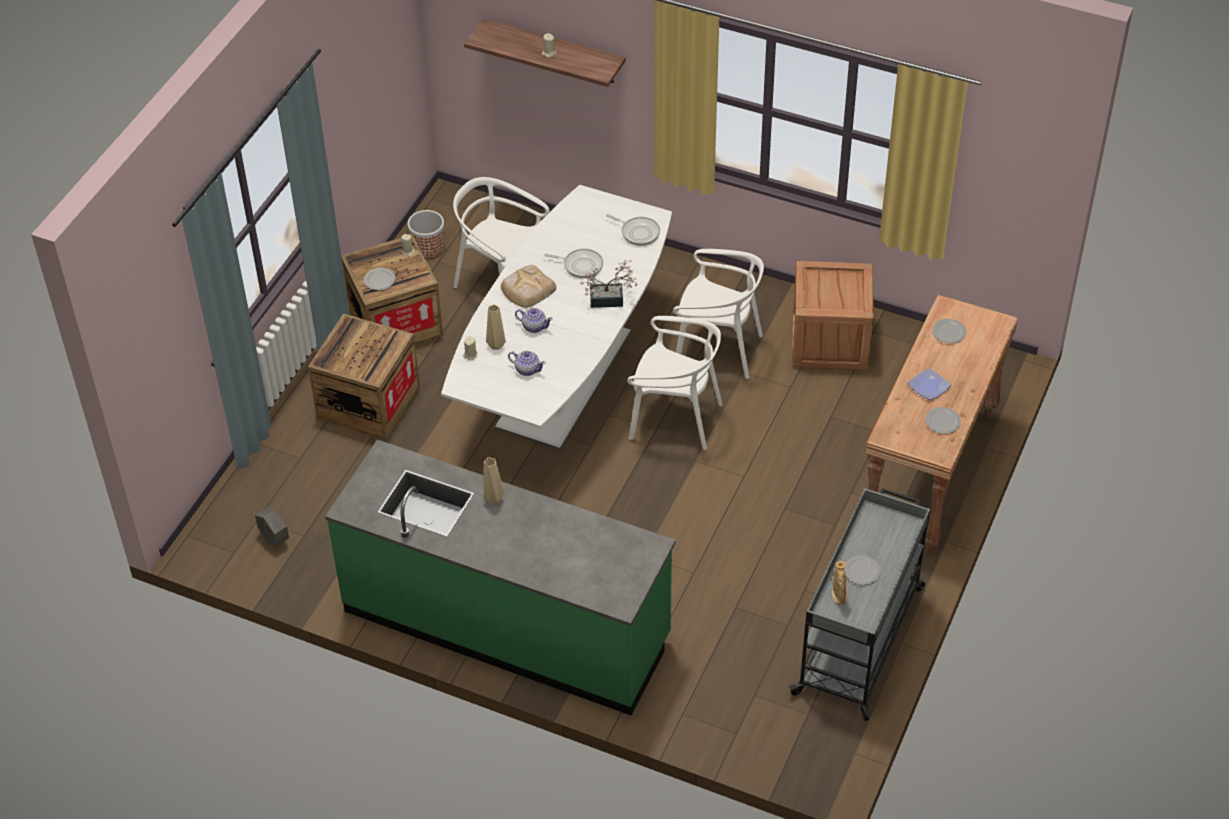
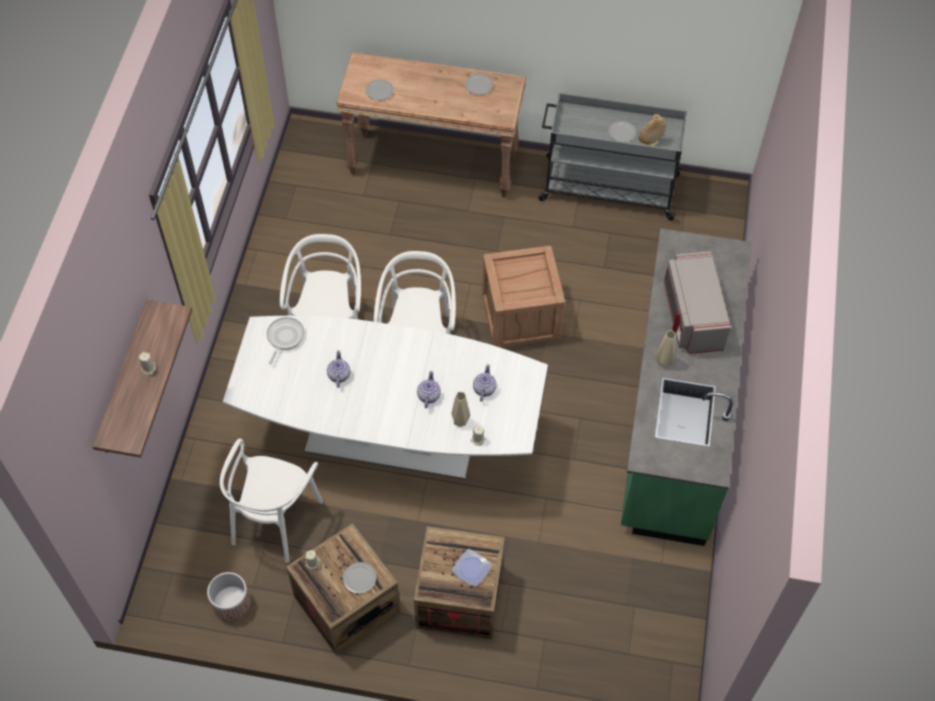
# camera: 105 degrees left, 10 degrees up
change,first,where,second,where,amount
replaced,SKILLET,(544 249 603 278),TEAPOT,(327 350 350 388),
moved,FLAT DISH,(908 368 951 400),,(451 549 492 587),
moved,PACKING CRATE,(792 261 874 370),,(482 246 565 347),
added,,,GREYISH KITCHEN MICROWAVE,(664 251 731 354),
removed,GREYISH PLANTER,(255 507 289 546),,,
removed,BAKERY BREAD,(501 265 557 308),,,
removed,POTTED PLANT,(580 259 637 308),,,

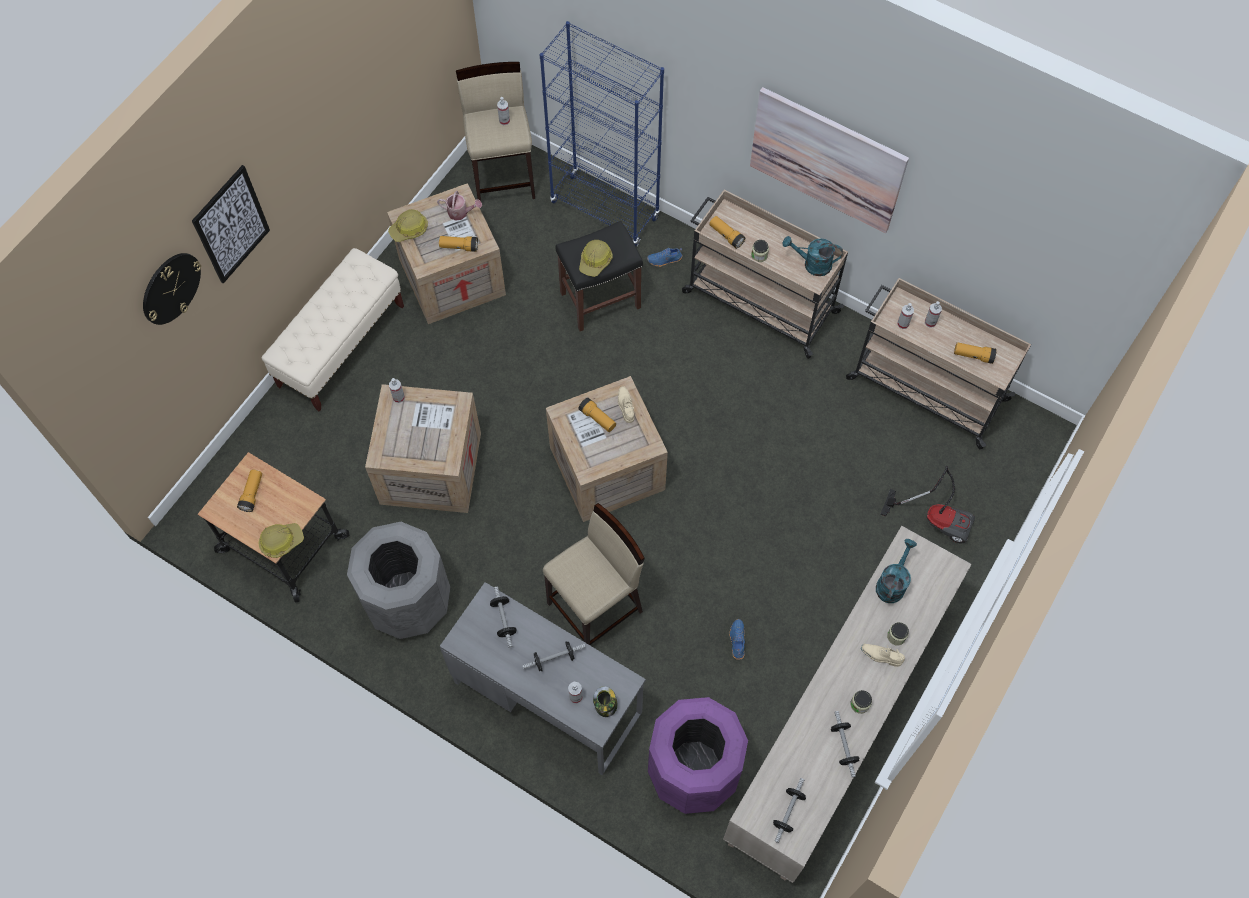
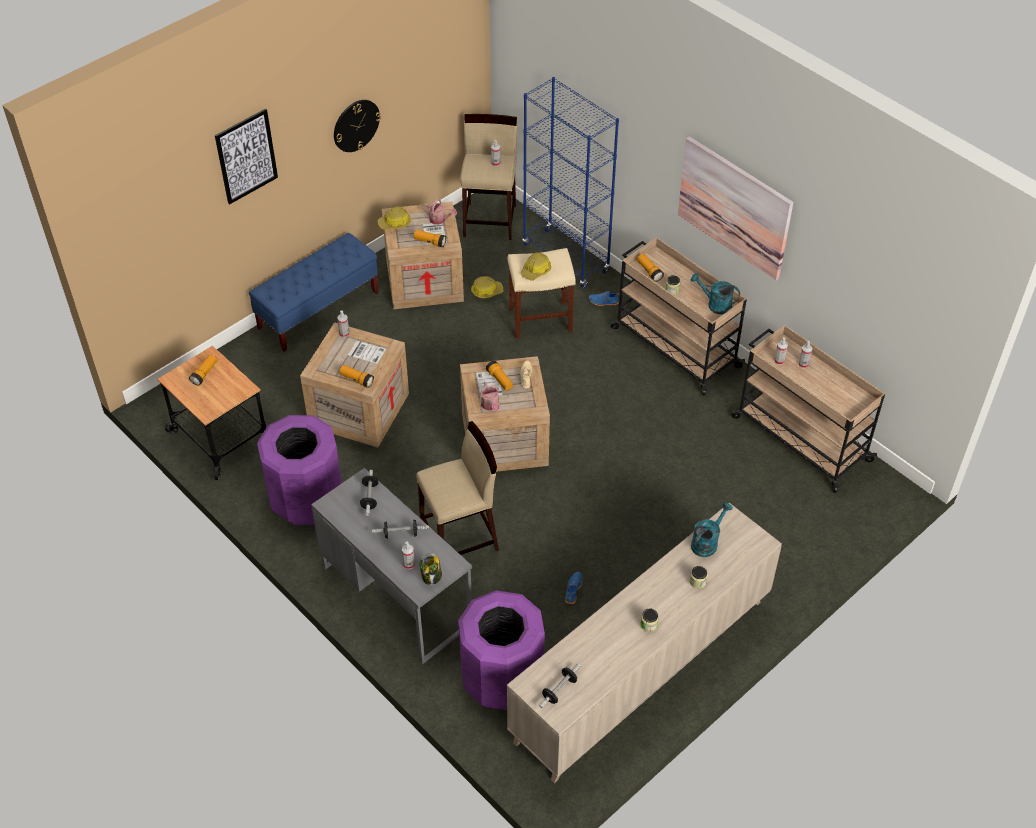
# camera: 15 degrees right, 15 degrees down
change,first,where,second,where,amount
recoloured,BEIGE-COLOURED INDOOR BENCH,(261 248 404 412),BLUISH INDOOR BENCH,(249 233 379 352),
recoloured,GREYISH RUBBISH BIN,(347 522 451 639),PURPLE RUBBISH BIN,(257 415 342 525),
moved,WALL CLOCK,(143 253 201 325),,(334 100 381 152),
moved,TORCH,(954 342 997 364),,(339 365 374 388),
moved,HARD HAT,(258 523 304 558),,(471 276 503 299),
added,,,SPRINKLING CAN,(480 382 500 411),
recoloured,BLACK SITTING STOOL,(556 221 643 331),BEIGE-COLOURED SITTING STOOL,(508 248 576 339),
removed,FREE WEIGHT,(831 711 860 777),,,
removed,BEIGE-COLOURED LOW SHOE,(861 644 905 667),,,
removed,VACUUM CLEANER,(880 466 975 543),,,

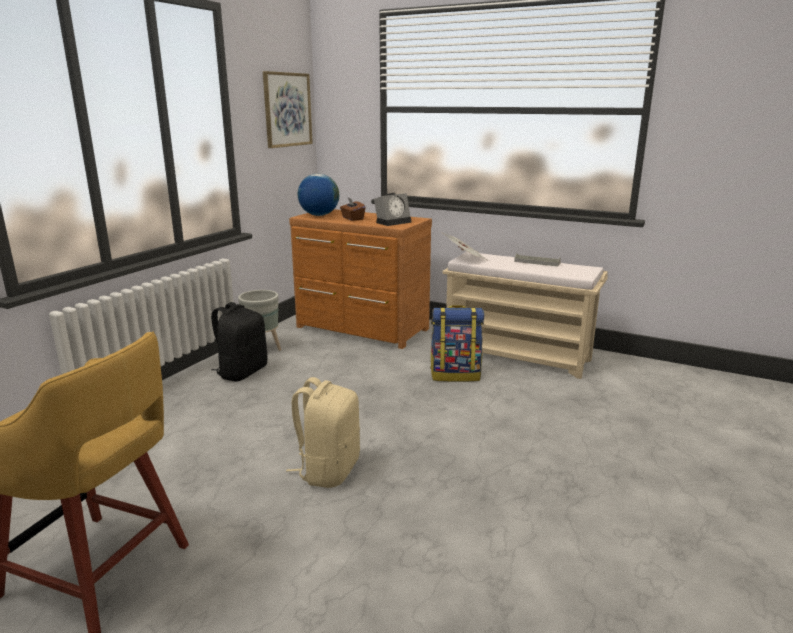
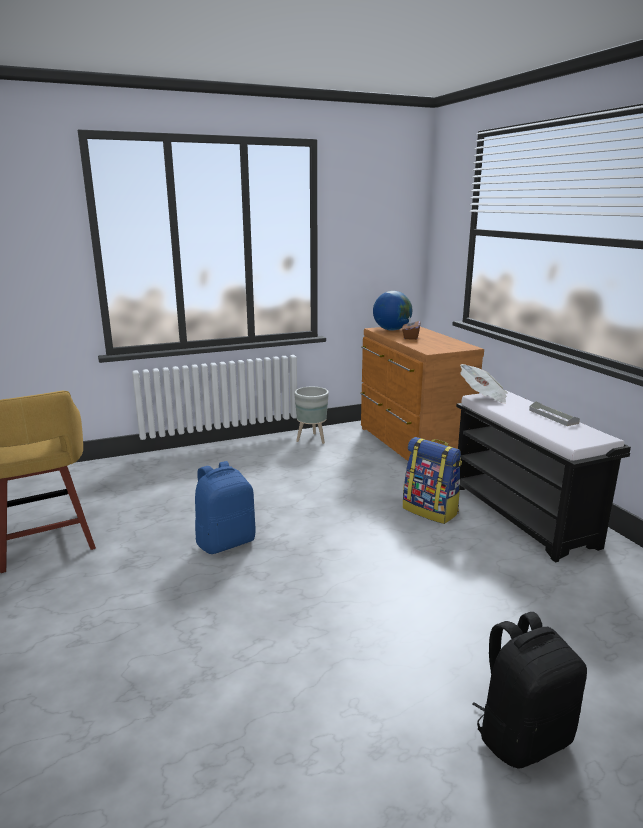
# camera: 40 degrees right, 0 degrees up
change,first,where,second,where,amount
recoloured,BEIGE-COLOURED BACKPACK,(286 377 360 488),BLUISH BACKPACK,(195 461 255 554),
recoloured,BEIGE-COLOURED INDOOR BENCH,(442 252 608 379),BLACK INDOOR BENCH,(456 390 631 562),
moved,BLACK BACKPACK,(211 302 267 381),,(472 612 587 769),
removed,WALL PICTURE,(263 71 313 148),,,
removed,BEDSIDE CLOCK,(374 193 412 226),,,

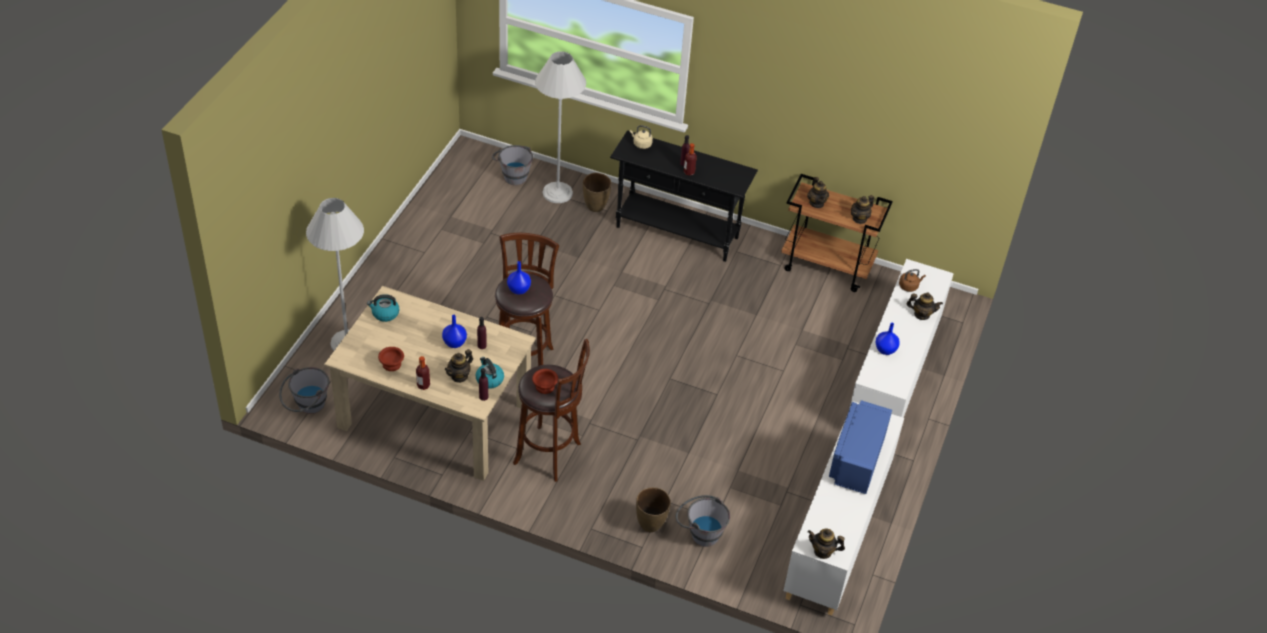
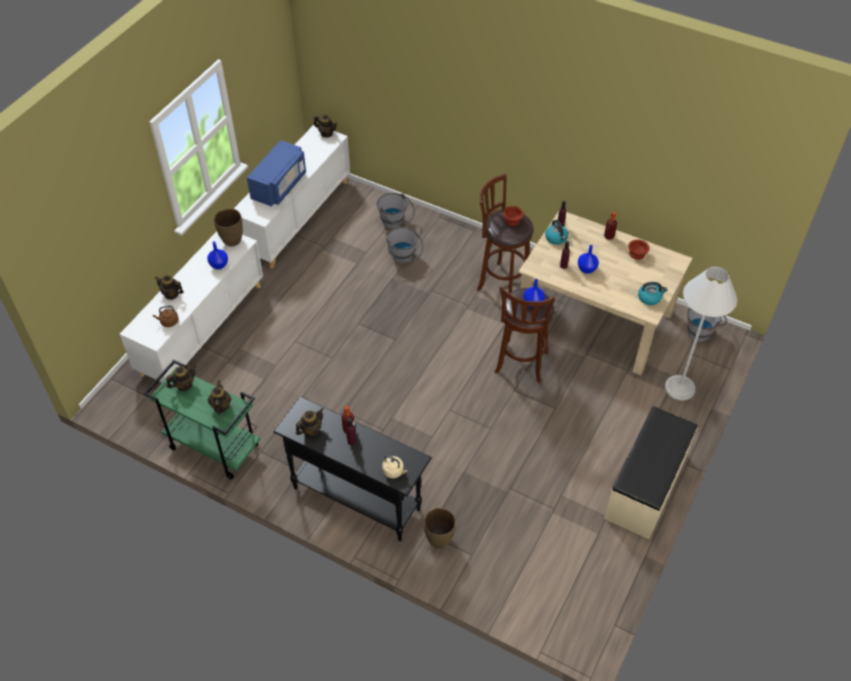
# camera: 170 degrees left, 5 degrees up
change,first,where,second,where,amount
recoloured,BROWN CART,(781 174 893 292),GREEN-COLOURED CART,(144 360 260 479),
moved,BROWN VASE,(636 487 671 532),,(214 209 243 247),
moved,TEAPOT,(445 349 473 383),,(296 408 324 437),
moved,GREYISH WATER BUCKET,(492 145 533 185),,(386 227 423 264),
added,,,BEIGE-COLOURED INDOOR BENCH,(604 406 698 539),
removed,WHITE-COLOURED STANDARD LAMP,(535 51 586 203),,,

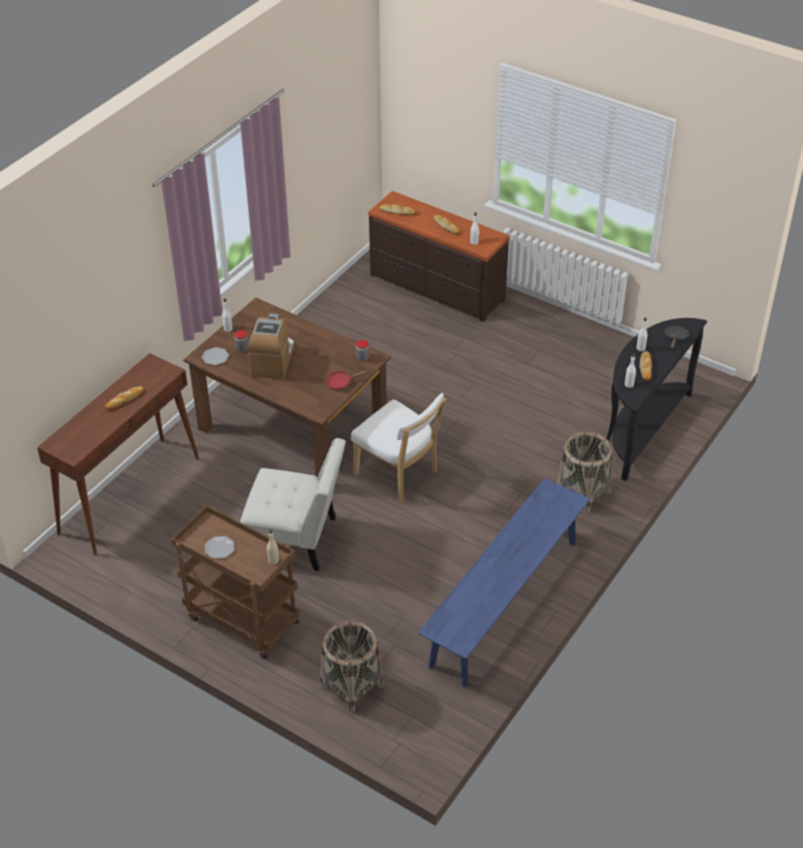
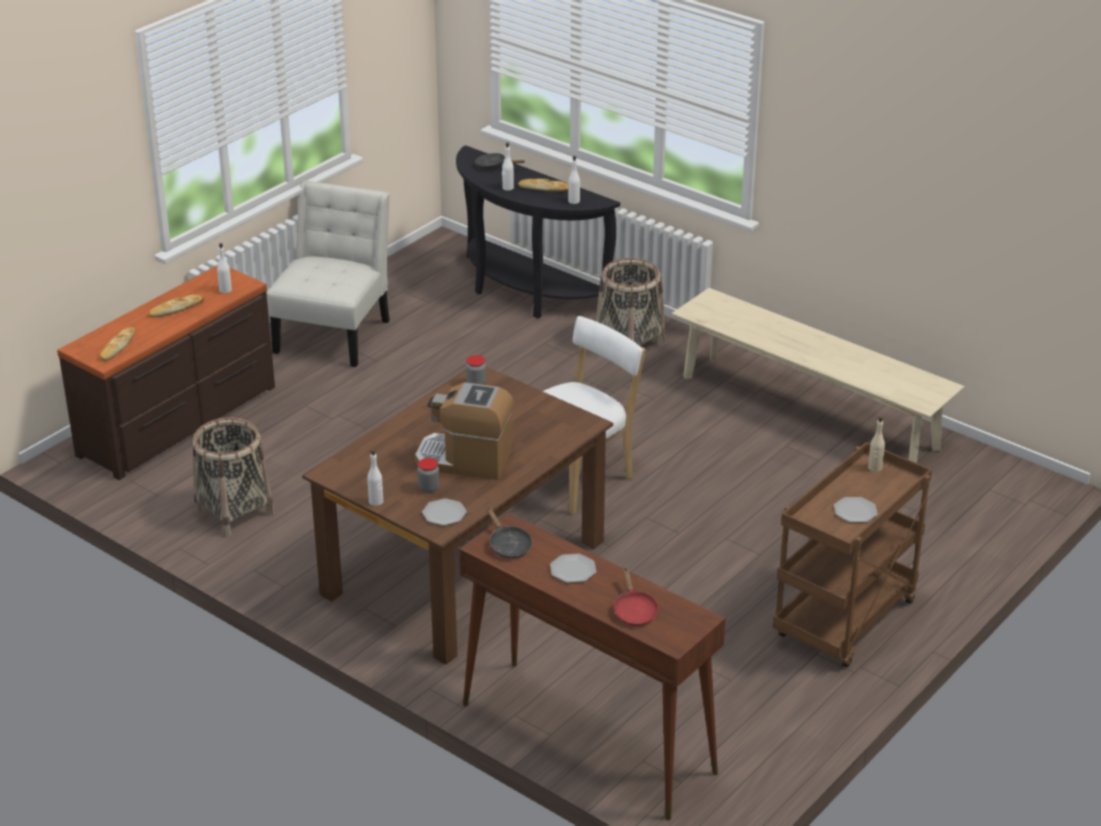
# camera: 85 degrees left, 10 degrees down
change,first,where,second,where,amount
moved,STORAGE BASKET,(320 621 384 713),,(193 418 275 537),
moved,WHITE-COLOURED CHAIR,(240 438 346 571),,(267 181 390 367),
added,,,BLACK SKILLET,(486 507 532 558),
replaced,BAKERY BREAD,(105 386 144 410),FLAT DISH,(550 553 596 583),
moved,RED-COLOURED SKILLET,(326 370 368 390),,(614 567 658 626),
recoloured,BLUISH INDOOR BENCH,(418 478 590 687),BEIGE-COLOURED INDOOR BENCH,(672 288 965 463),

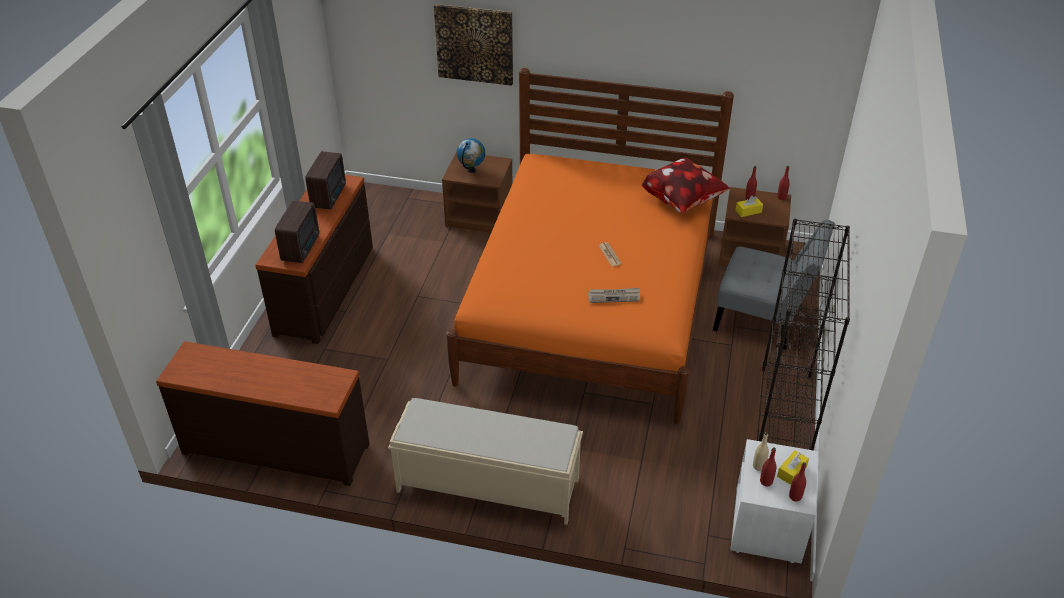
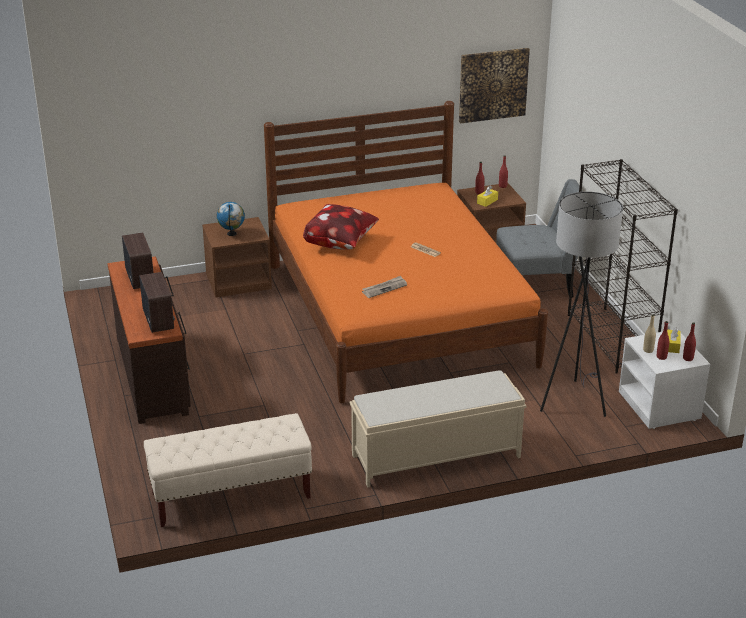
# camera: 30 degrees left, 10 degrees down
change,first,where,second,where,amount
replaced,BROWN DRESSER,(156 341 370 486),BEIGE-COLOURED INDOOR BENCH,(144 413 313 527),
moved,PILLOW,(642 157 730 213),,(303 204 379 250),
moved,NEWSPAPER,(588 288 640 303),,(362 276 407 298),
moved,WALL PICTURE,(434 4 513 86),,(459 48 530 123),
added,,,GREYISH STANDARD LAMP,(540 192 623 417),

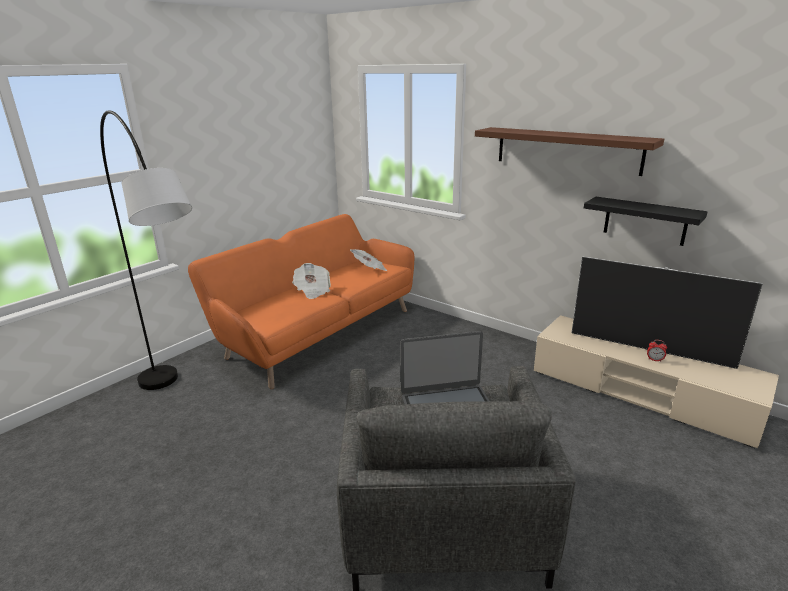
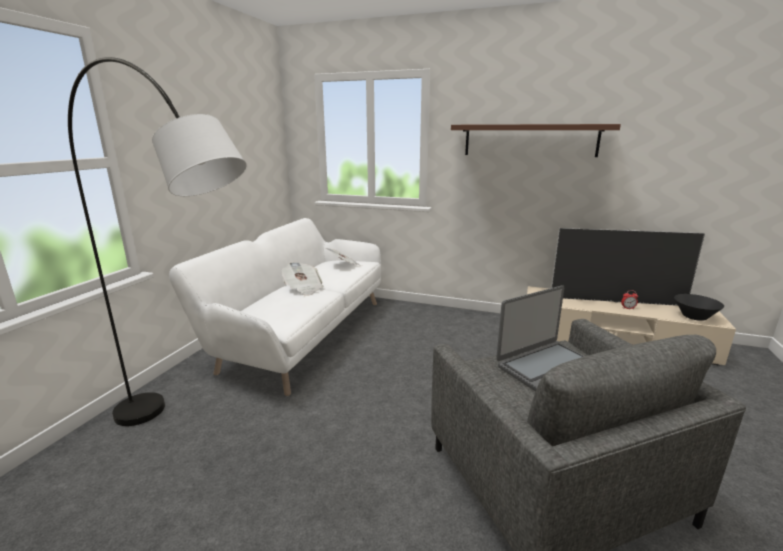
# camera: 20 degrees left, 5 degrees down
change,first,where,second,where,amount
recoloured,ORANGE SETTEE,(188 214 414 389),WHITE-COLOURED SETTEE,(169 218 381 396),
added,,,BLACK SERVING BOWL,(674 294 724 321),
removed,BLACK WALL SHELF,(584 197 708 246),,,

